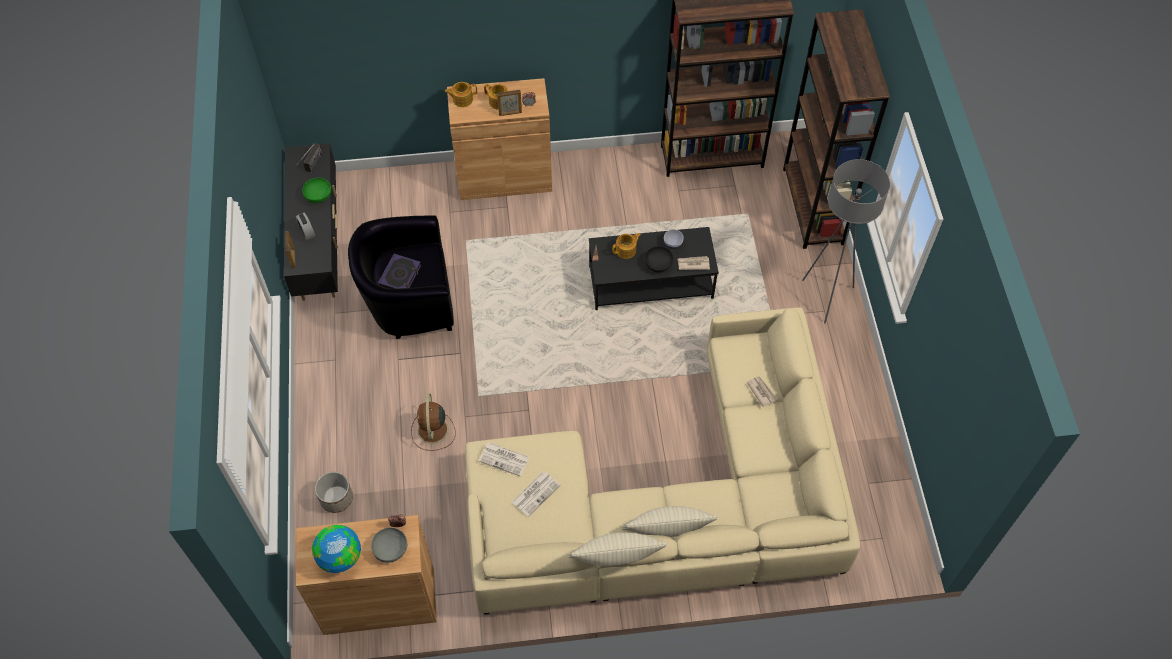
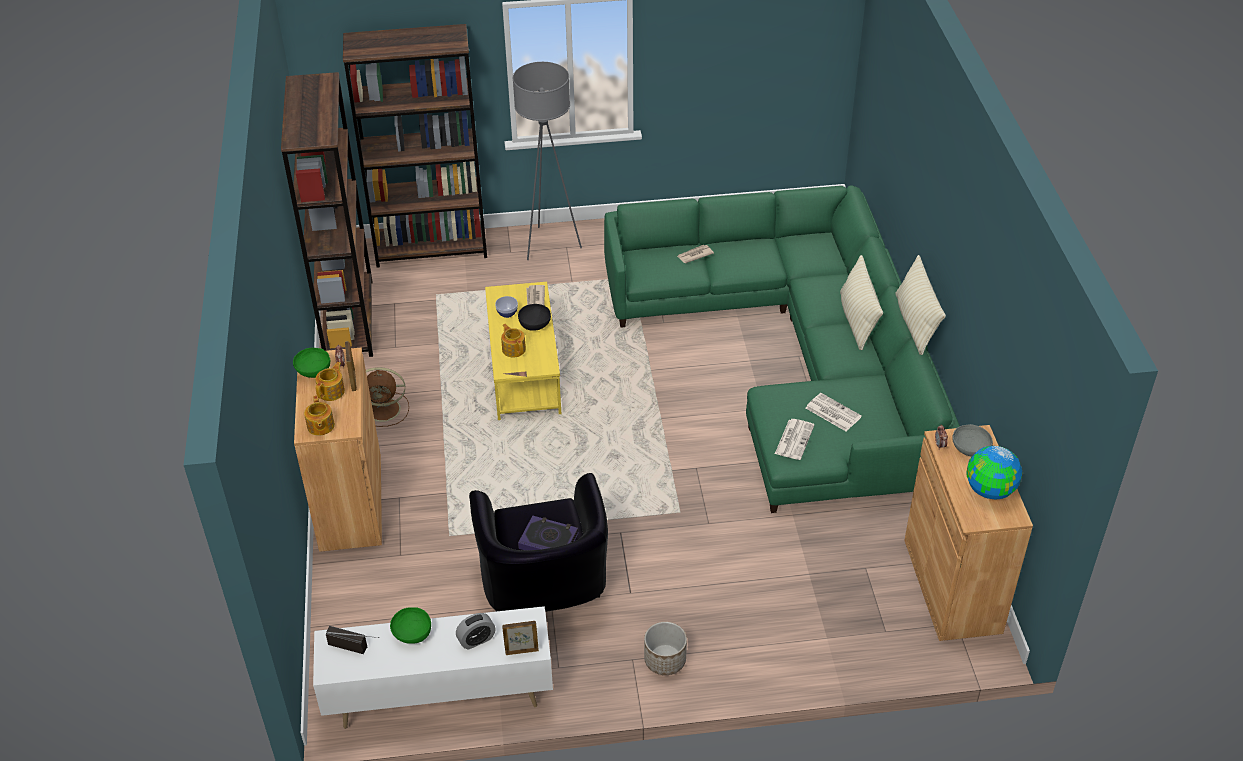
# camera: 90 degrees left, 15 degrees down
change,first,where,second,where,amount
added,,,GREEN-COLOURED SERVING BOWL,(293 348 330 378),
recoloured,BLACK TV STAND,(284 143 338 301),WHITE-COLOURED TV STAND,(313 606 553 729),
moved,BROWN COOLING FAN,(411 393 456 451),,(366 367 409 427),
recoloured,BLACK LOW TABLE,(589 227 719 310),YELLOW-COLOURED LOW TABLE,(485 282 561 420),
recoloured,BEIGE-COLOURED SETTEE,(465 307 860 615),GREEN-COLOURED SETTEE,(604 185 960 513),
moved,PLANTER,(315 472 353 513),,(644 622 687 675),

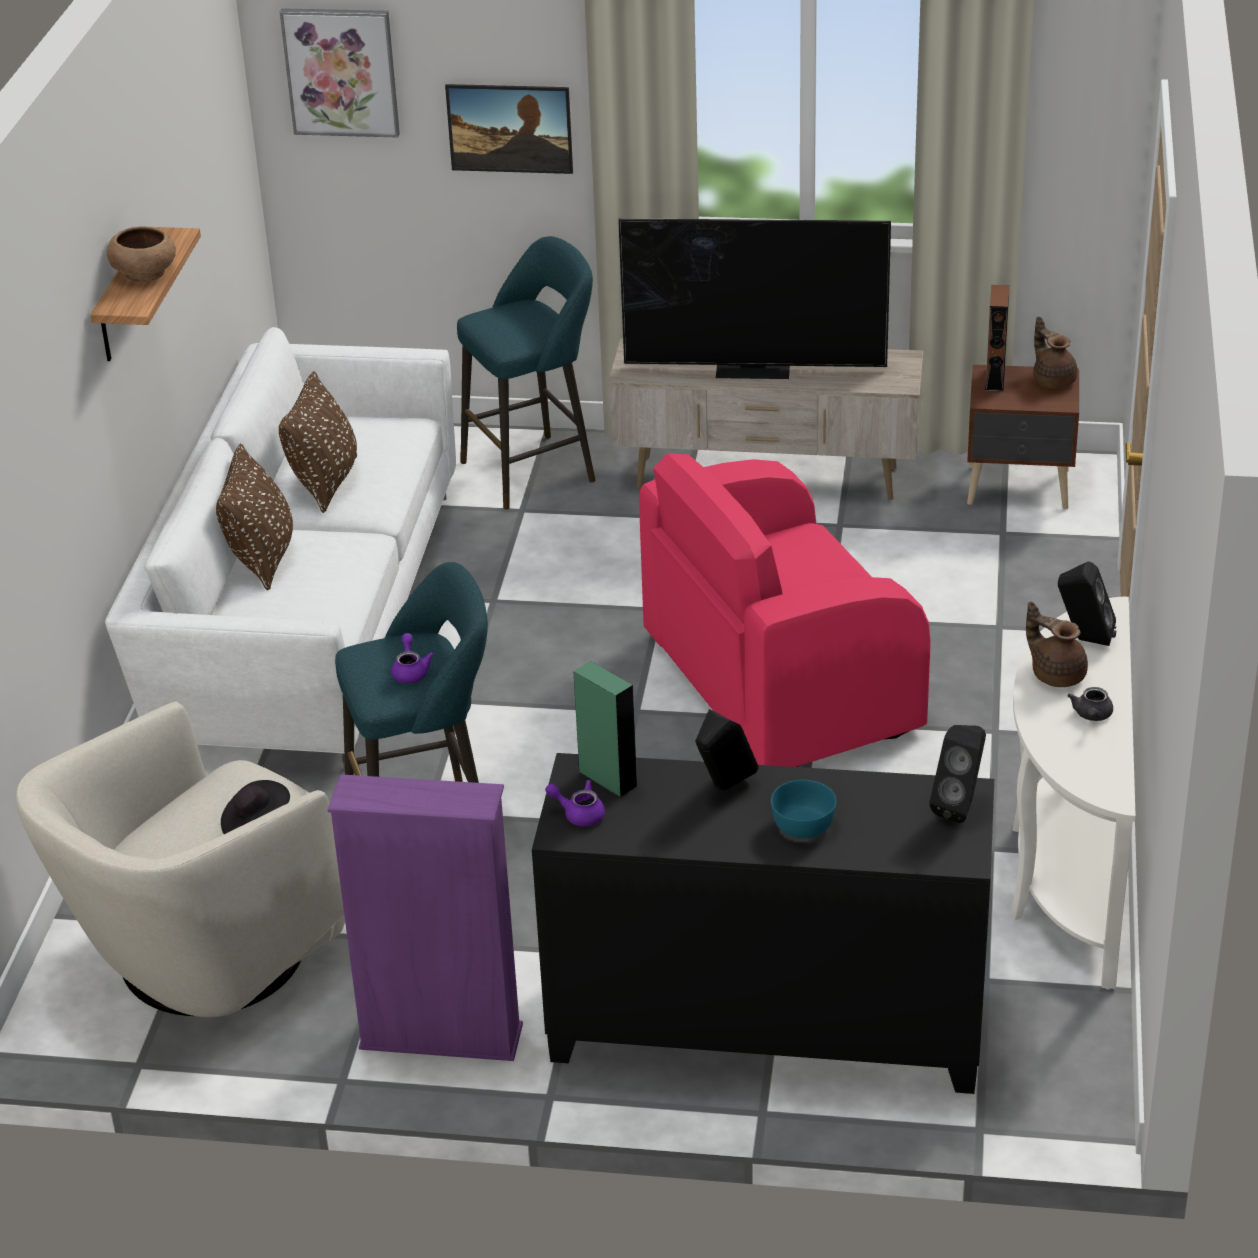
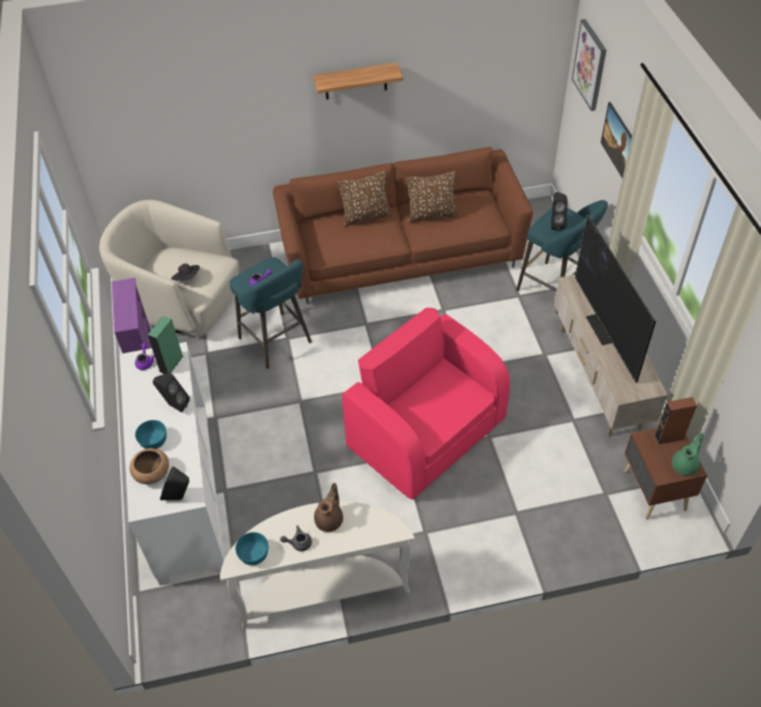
# camera: 70 degrees right, 15 degrees up
change,first,where,second,where,amount
recoloured,BLACK CABINET,(532 753 994 1094),WHITE-COLOURED CABINET,(119 342 224 586),
moved,BROWN SERVING BOWL,(107 226 176 282),,(130 448 169 484),
added,,,TURQUOISE-COLOURED SERVING BOWL,(235 532 268 565),
recoloured,WHITE-COLOURED SETTEE,(105 327 456 769),BROWN SETTEE,(273 147 533 305),
moved,BLACK SPEAKER,(1058 561 1116 646),,(551 192 568 230),
recoloured,BROWN TEAPOT,(1033 316 1078 388),GREEN-COLOURED TEAPOT,(672 433 704 476),

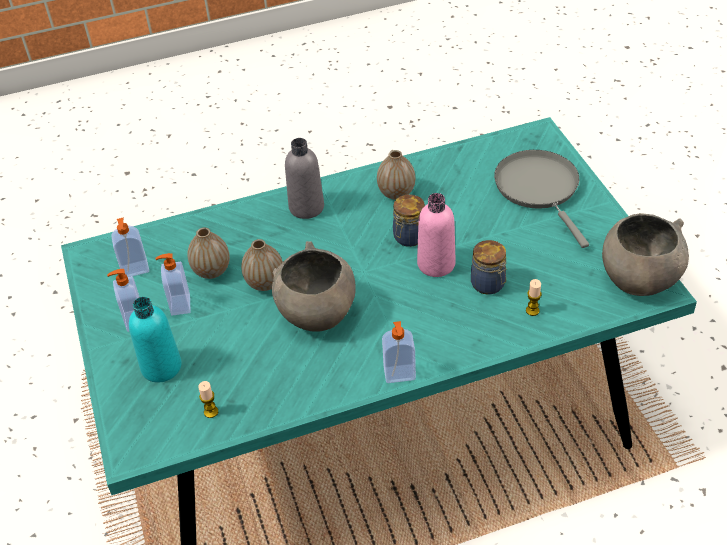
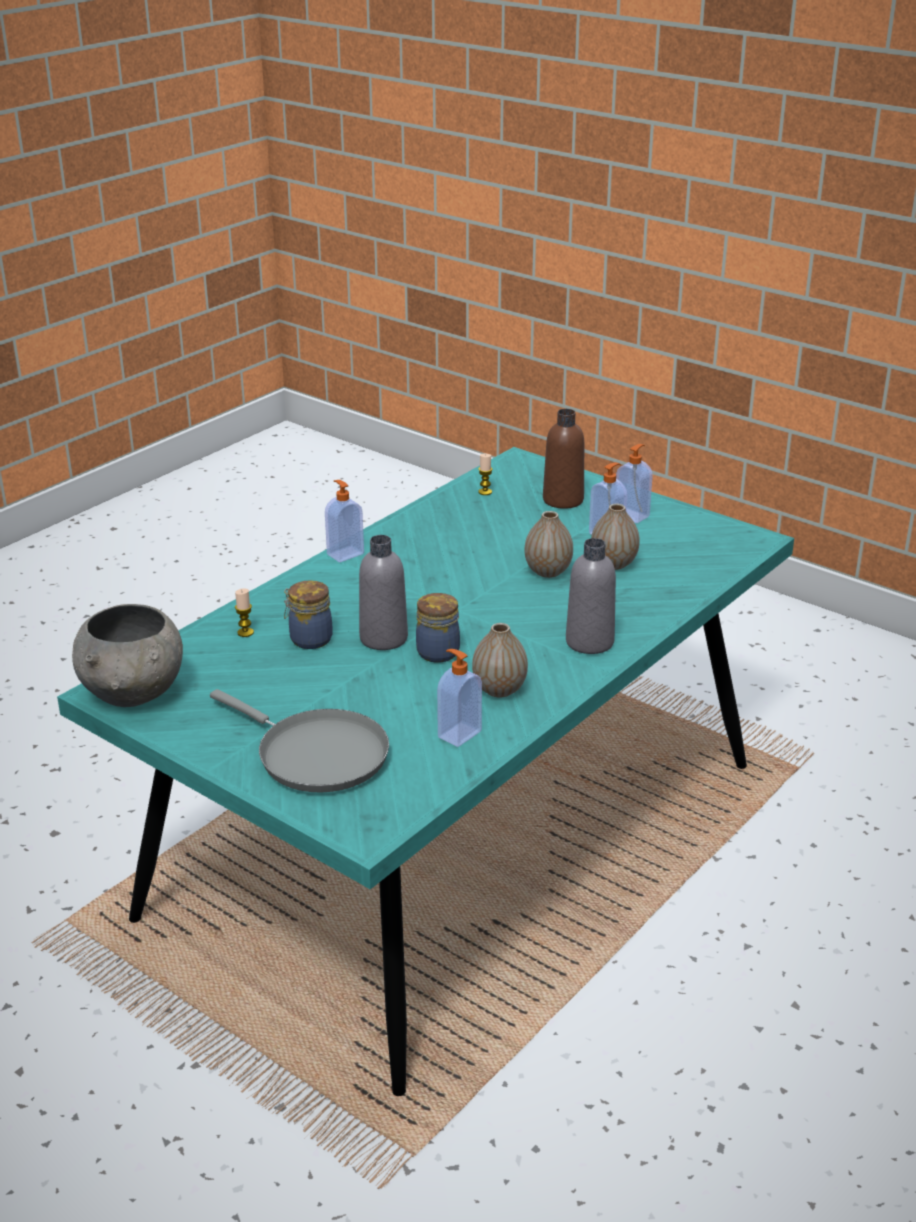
# camera: 145 degrees right, 15 degrees down
change,first,where,second,where,amount
recoloured,PINK-COLOURED BEVERAGE BOTTLE,(417 193 456 277),GREYISH BEVERAGE BOTTLE,(359 535 408 650),
moved,LIQUID SOAP BOTTLE,(112 217 149 277),,(437 649 482 747),
recoloured,TURQUOISE-COLOURED BEVERAGE BOTTLE,(129 297 182 383),BROWN BEVERAGE BOTTLE,(543 409 584 509),
removed,GREYISH SERVING BOWL,(272 241 356 332),,,

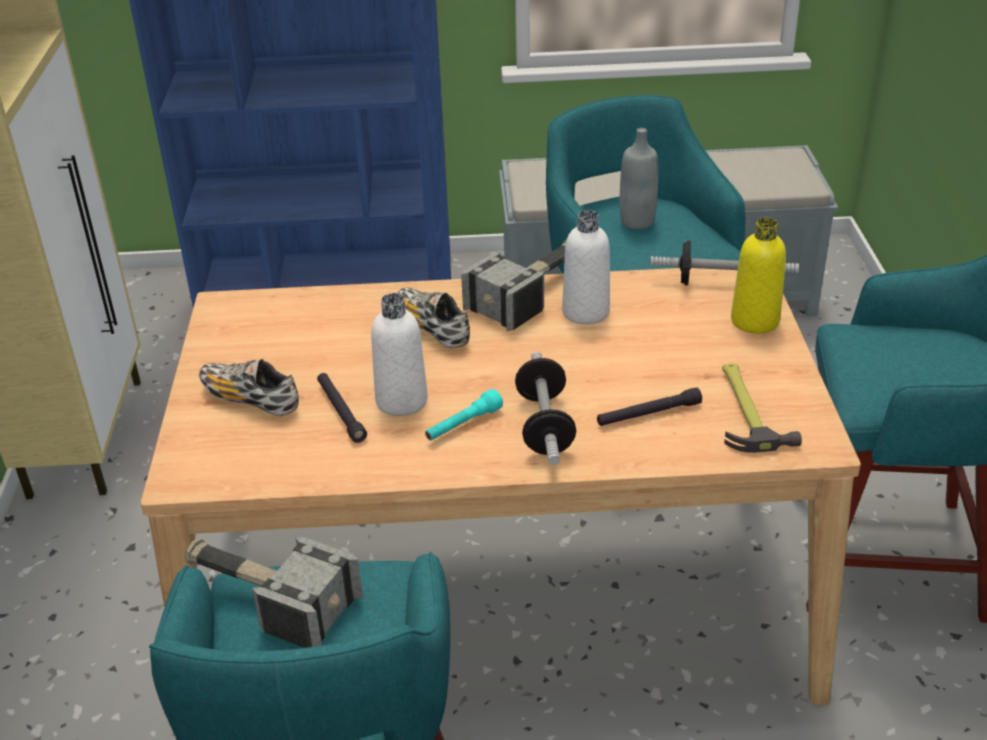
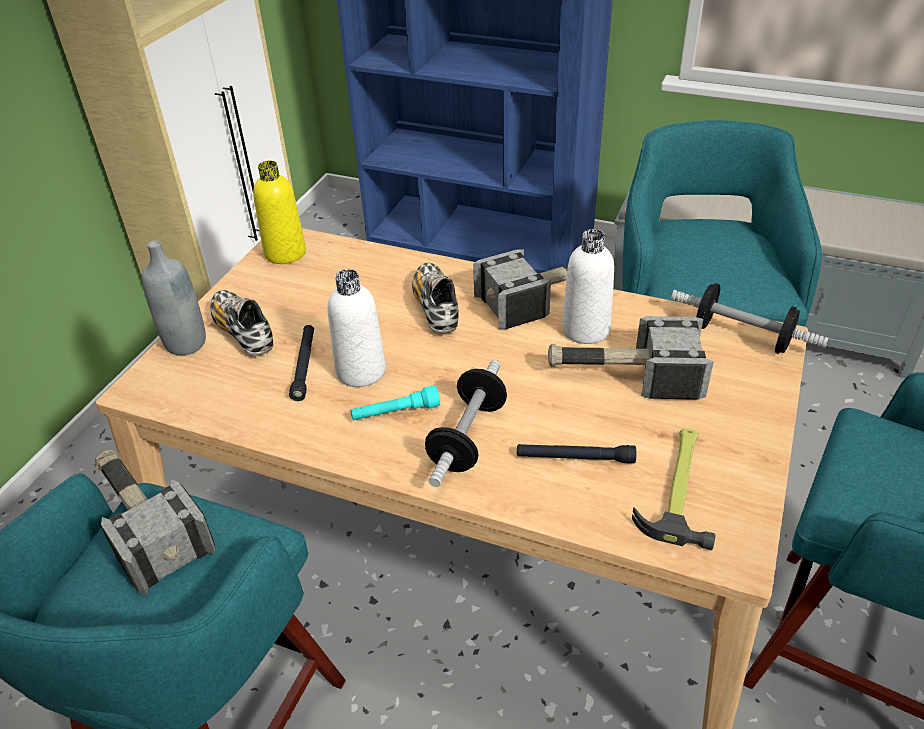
# camera: 25 degrees right, 5 degrees up
change,first,where,second,where,amount
moved,GREYISH BEVERAGE BOTTLE,(620 128 659 229),,(142 241 206 355),
moved,YELLOW-COLOURED BEVERAGE BOTTLE,(731 217 786 334),,(253 160 306 264),
added,,,HAMMER,(548 316 714 400),

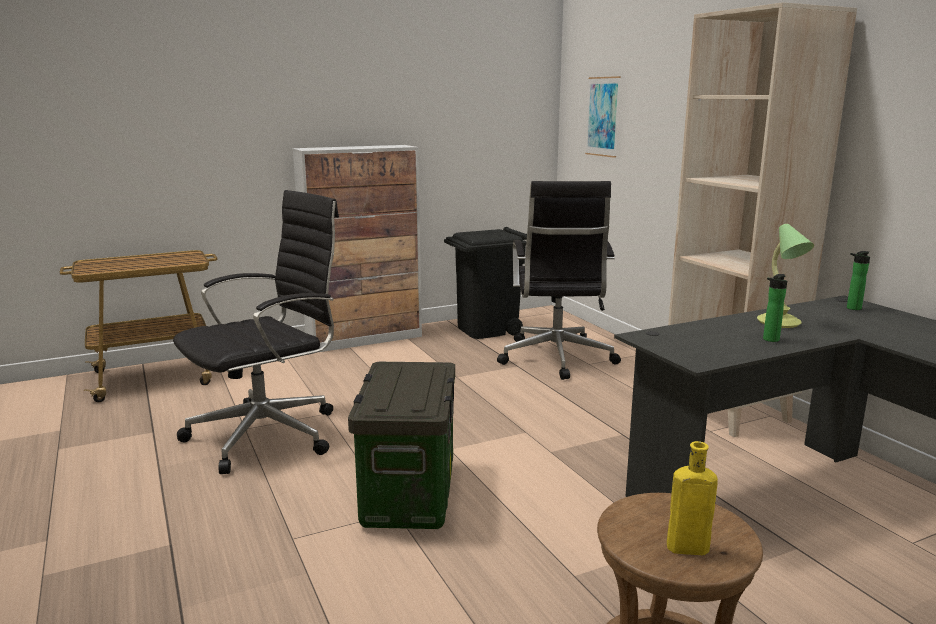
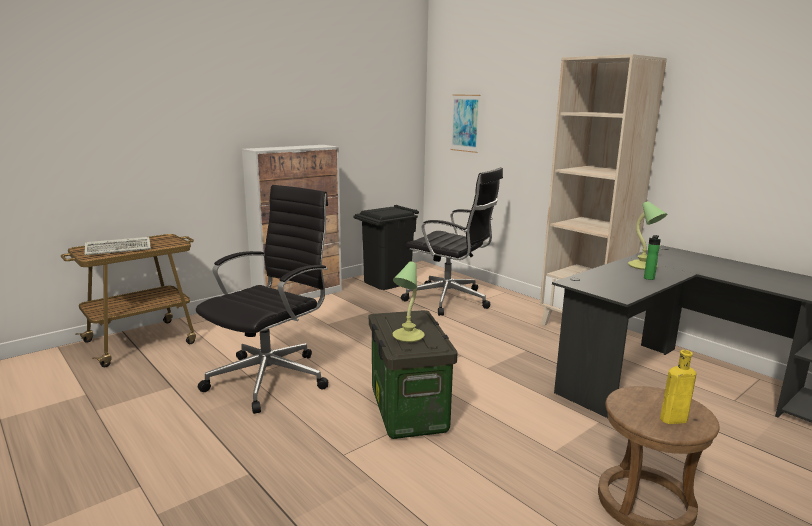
# camera: 15 degrees left, 0 degrees up
change,first,where,second,where,amount
added,,,COMPUTER KEYBOARD,(84 237 151 255),
added,,,TABLE LAMP,(393 262 425 342),
turned,BLACK DESK CHAIR,(497 181 621 380),,(401 167 503 316),45 degrees counterclockwise
removed,BEVERAGE BOTTLE,(847 251 870 310),,,

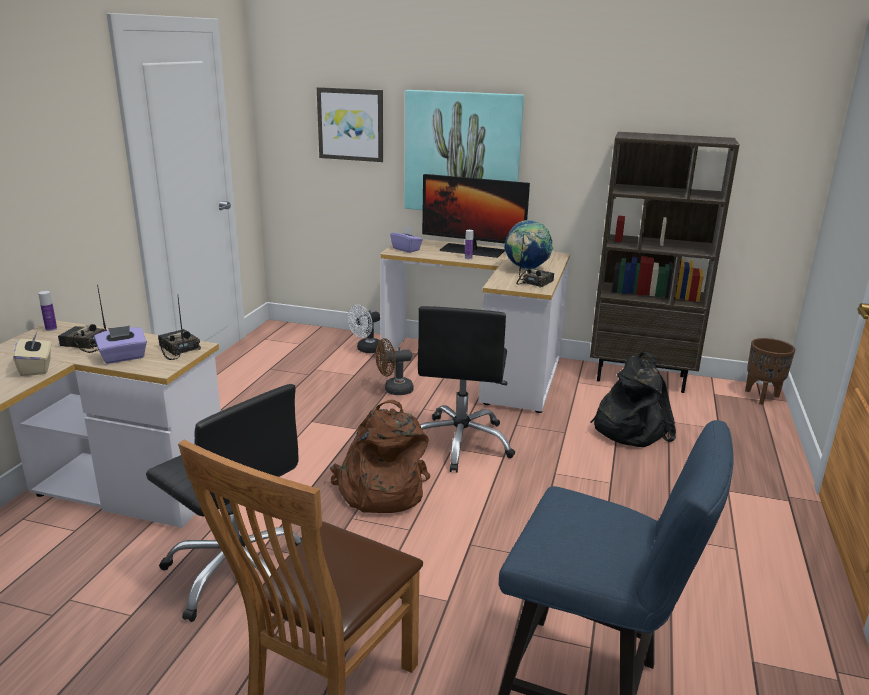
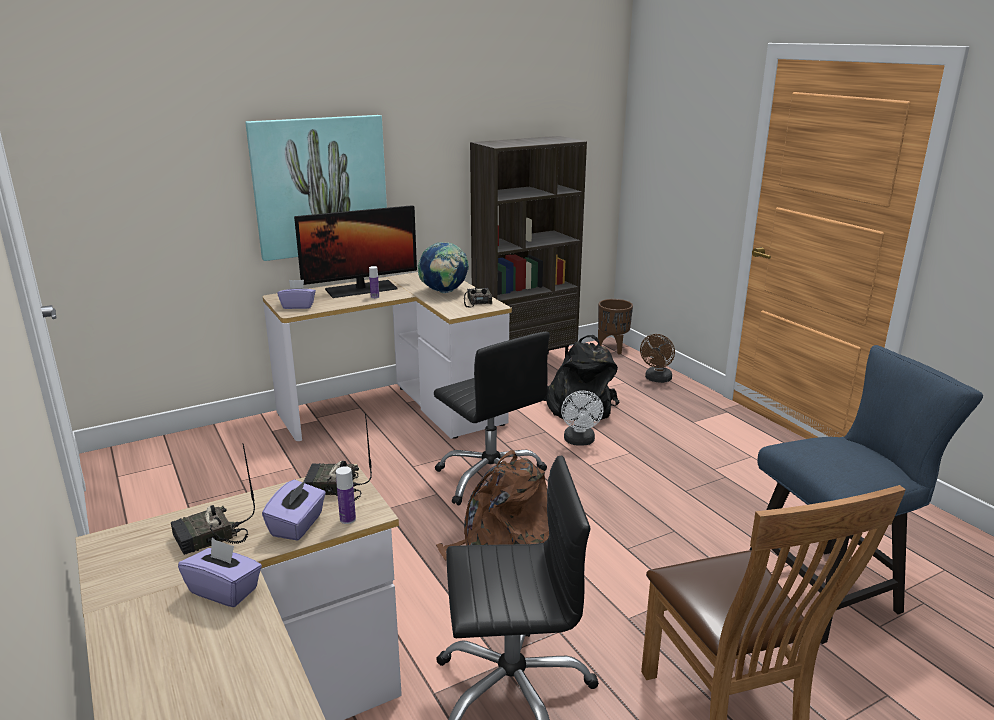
# camera: 45 degrees left, 0 degrees up
change,first,where,second,where,amount
recoloured,BEIGE-COLOURED BOX OF TISSUES,(13 332 52 377),PURPLE BOX OF TISSUES,(178 538 262 607),
moved,BEVERAGE BOTTLE,(38 291 57 331),,(336 466 356 524),
moved,WHITE-COLOURED COOLING FAN,(348 305 381 353),,(561 391 604 446),
moved,BROWN COOLING FAN,(376 338 414 395),,(640 334 675 383),
removed,WALL PICTURE,(317 87 383 162),,,

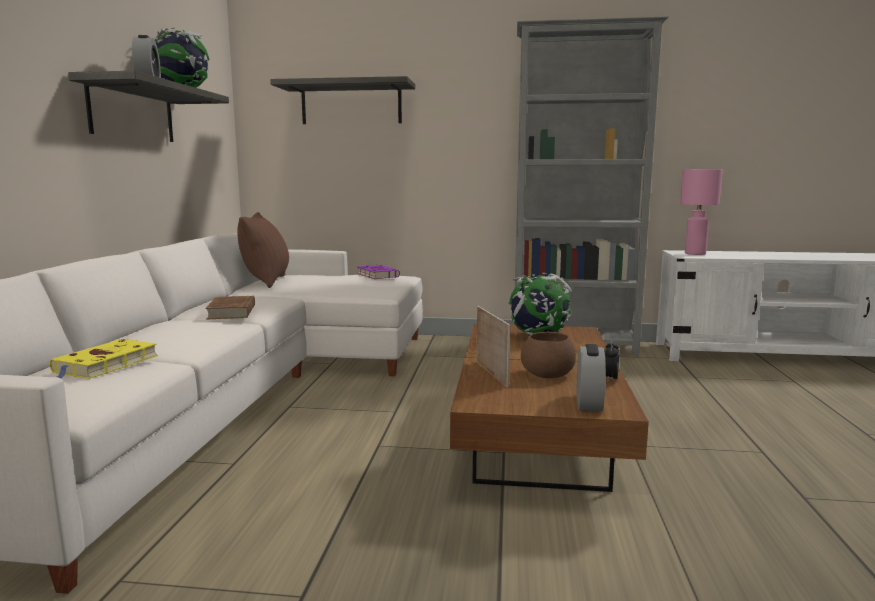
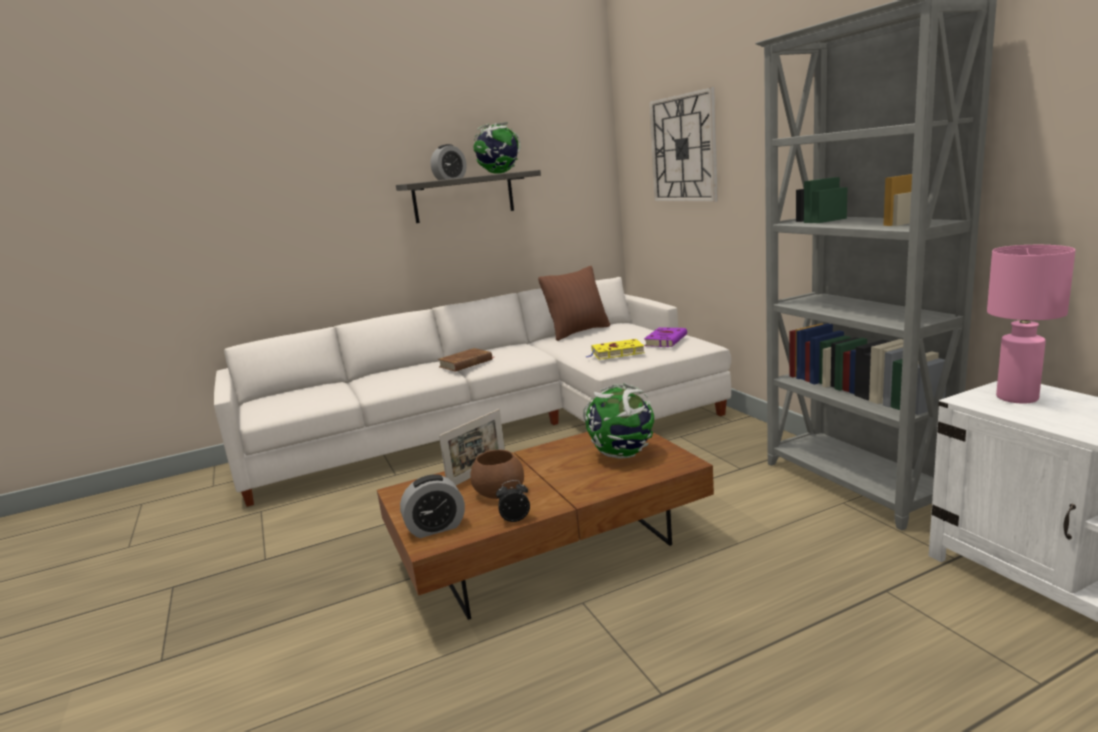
# camera: 60 degrees right, 5 degrees up
change,first,where,second,where,amount
moved,YELLOW-COLOURED BOUND BOOK,(49 339 158 379),,(585 339 645 360),
replaced,WALL SHELF,(270 76 415 124),WALL CLOCK,(649 87 718 202),

